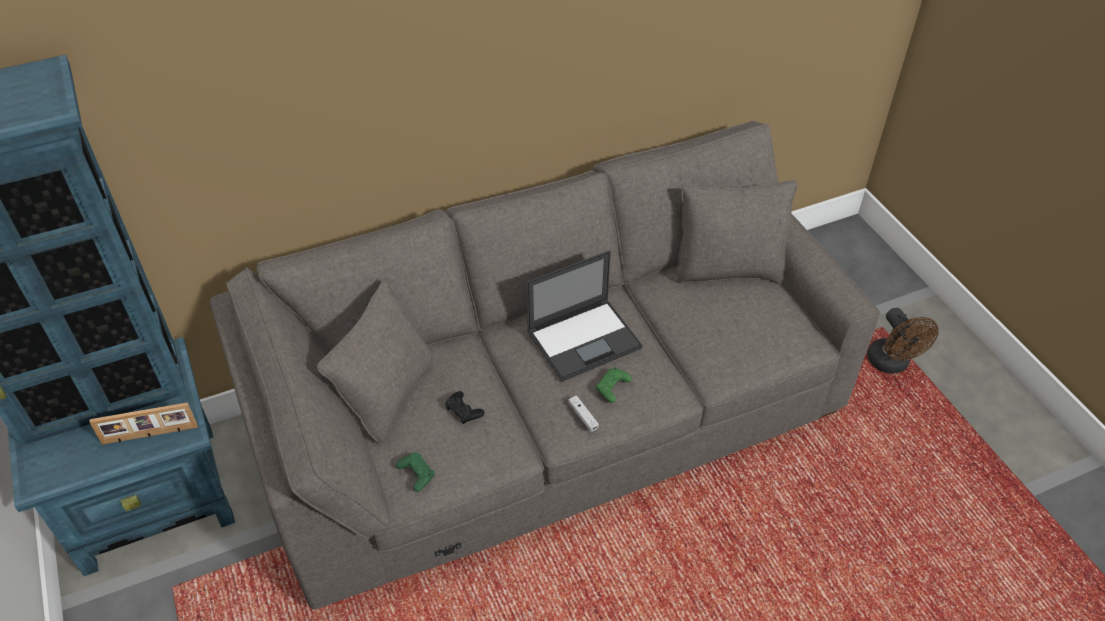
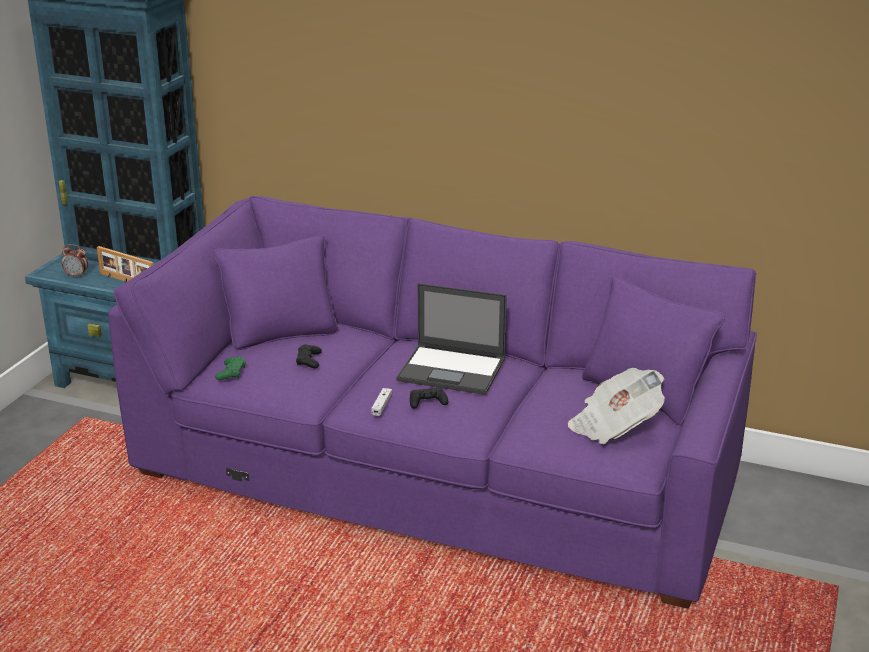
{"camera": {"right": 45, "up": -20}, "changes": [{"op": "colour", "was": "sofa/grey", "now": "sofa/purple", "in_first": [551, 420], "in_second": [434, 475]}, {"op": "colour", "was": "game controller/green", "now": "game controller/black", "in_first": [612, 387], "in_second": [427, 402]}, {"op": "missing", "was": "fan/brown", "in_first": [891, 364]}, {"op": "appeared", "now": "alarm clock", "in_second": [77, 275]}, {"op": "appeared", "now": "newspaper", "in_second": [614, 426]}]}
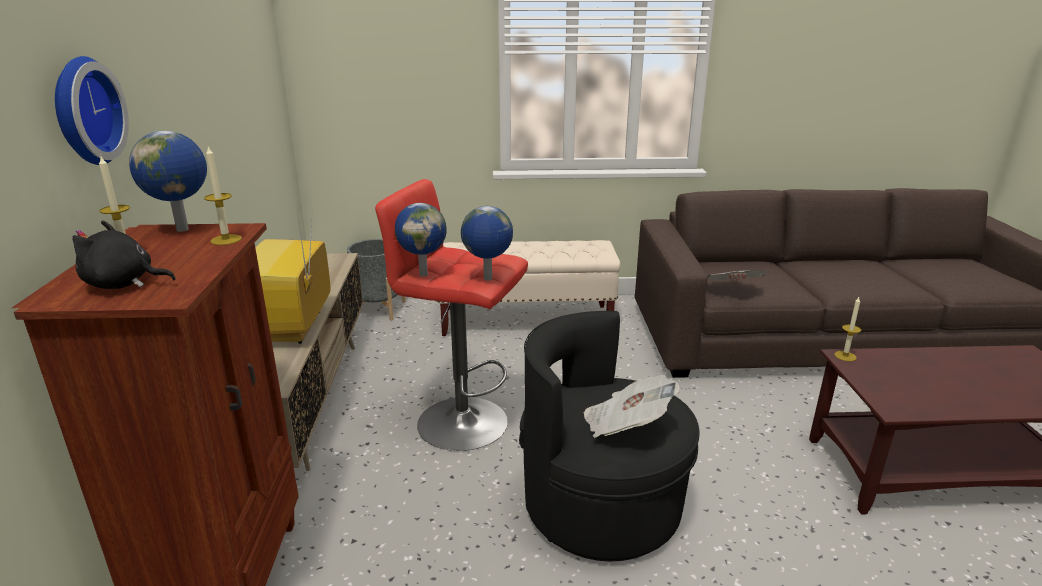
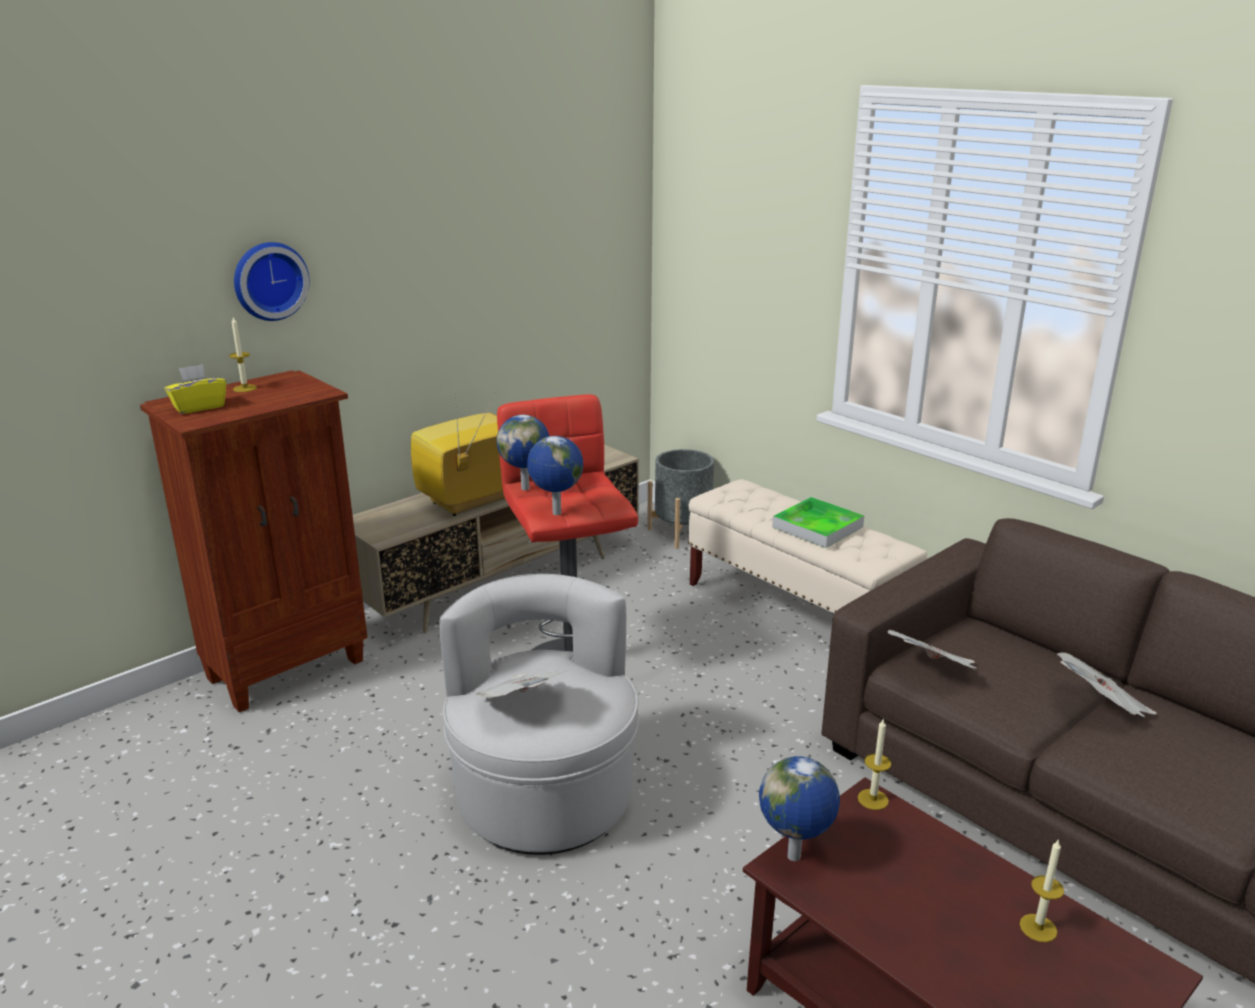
{"camera": {"right": 50, "up": 0}, "changes": [{"op": "exchanged", "was": "plush toy/black", "now": "tissue box/yellow", "in_first": [123, 284], "in_second": [199, 407]}, {"op": "relocated", "was": "globe", "in_first": [184, 229], "in_second": [795, 857]}, {"op": "relocated", "was": "candle", "in_first": [226, 240], "in_second": [1038, 928]}, {"op": "colour", "was": "armchair/black", "now": "armchair/white", "in_first": [603, 508], "in_second": [545, 798]}, {"op": "appeared", "now": "tray", "in_second": [817, 527]}, {"op": "appeared", "now": "newspaper", "in_second": [1102, 708]}]}
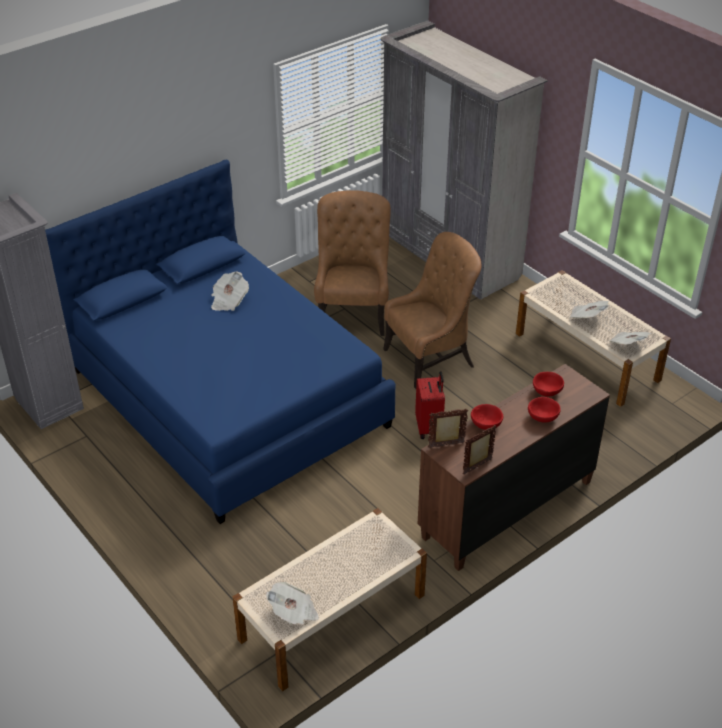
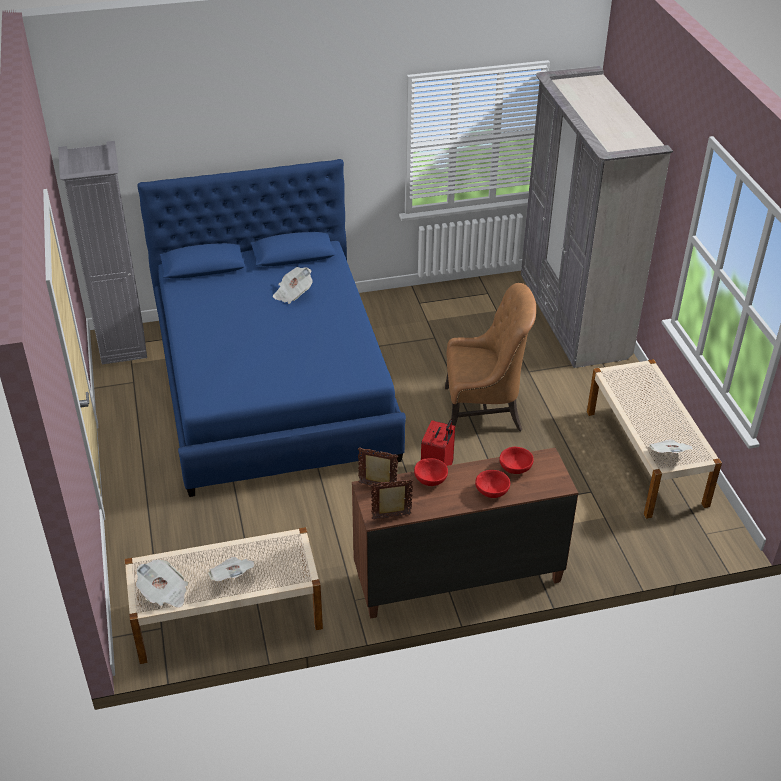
{"camera": {"right": 25, "up": 0}, "changes": [{"op": "missing", "was": "chair/brown", "in_first": [353, 313]}, {"op": "relocated", "was": "newspaper", "in_first": [587, 317], "in_second": [232, 576]}]}
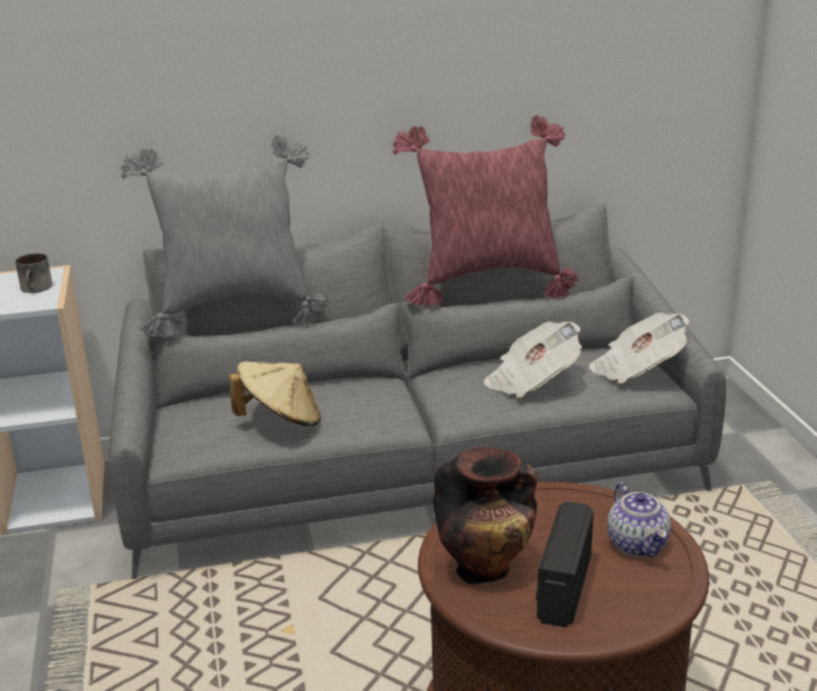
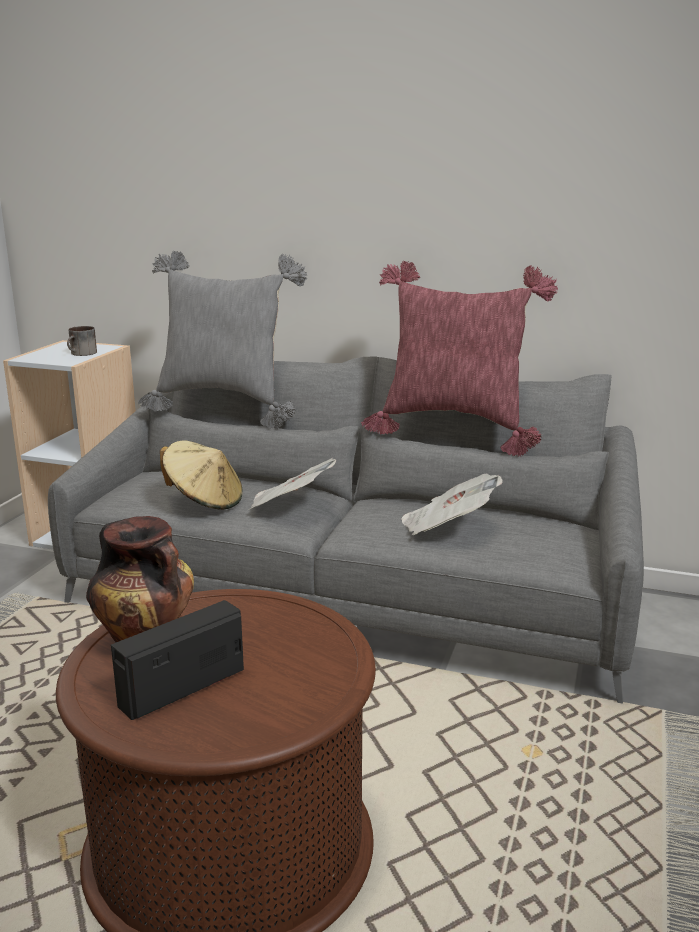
{"camera": {"right": 30, "up": -5}, "changes": [{"op": "relocated", "was": "newspaper", "in_first": [637, 370], "in_second": [291, 506]}, {"op": "missing", "was": "teapot", "in_first": [638, 545]}]}
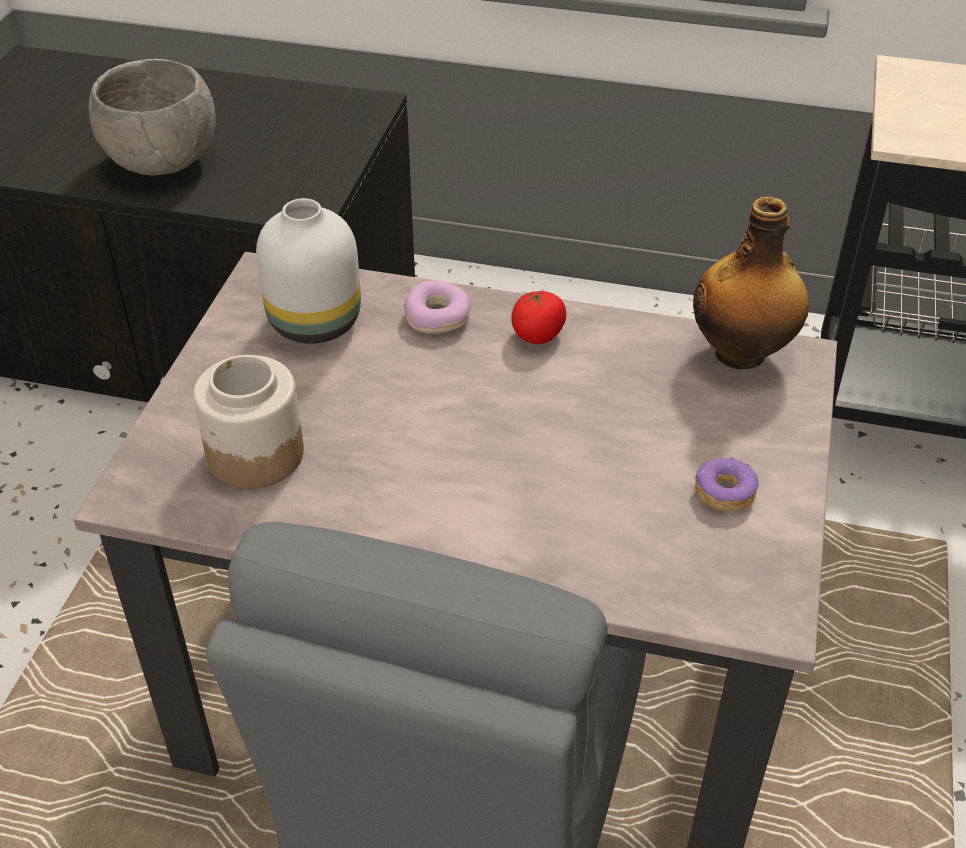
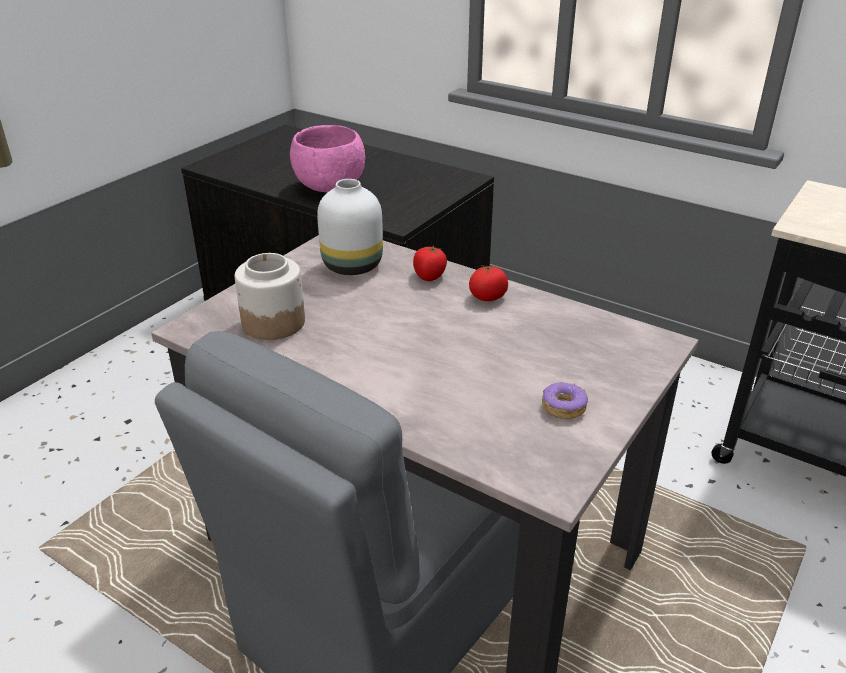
{"camera": {"right": 20, "up": -10}, "changes": [{"op": "colour", "was": "bowl/grey", "now": "bowl/pink", "in_first": [160, 162], "in_second": [328, 187]}, {"op": "exchanged", "was": "donut", "now": "tomato", "in_first": [437, 317], "in_second": [429, 276]}, {"op": "missing", "was": "bottle", "in_first": [742, 353]}]}
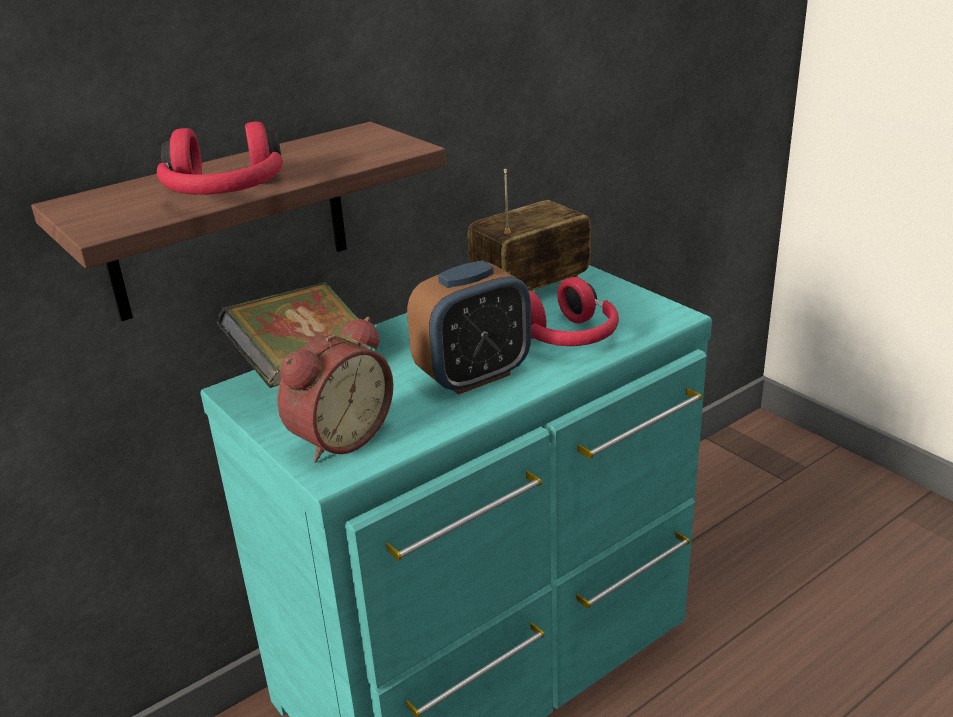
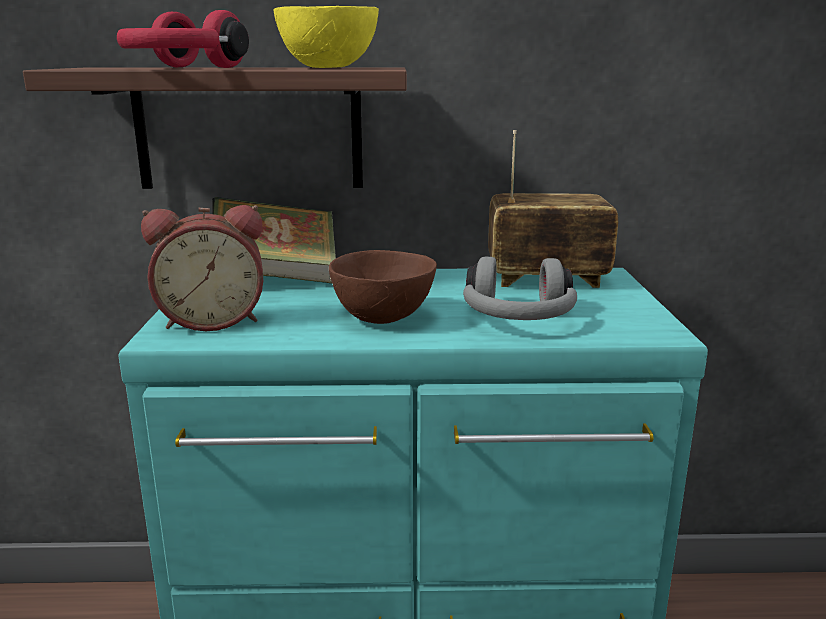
{"camera": {"right": 35, "up": -10}, "changes": [{"op": "exchanged", "was": "alarm clock", "now": "bowl/brown", "in_first": [473, 376], "in_second": [385, 318]}, {"op": "colour", "was": "headphones/red", "now": "headphones/grey", "in_first": [568, 338], "in_second": [518, 319]}, {"op": "appeared", "now": "bowl/yellow", "in_second": [330, 67]}]}
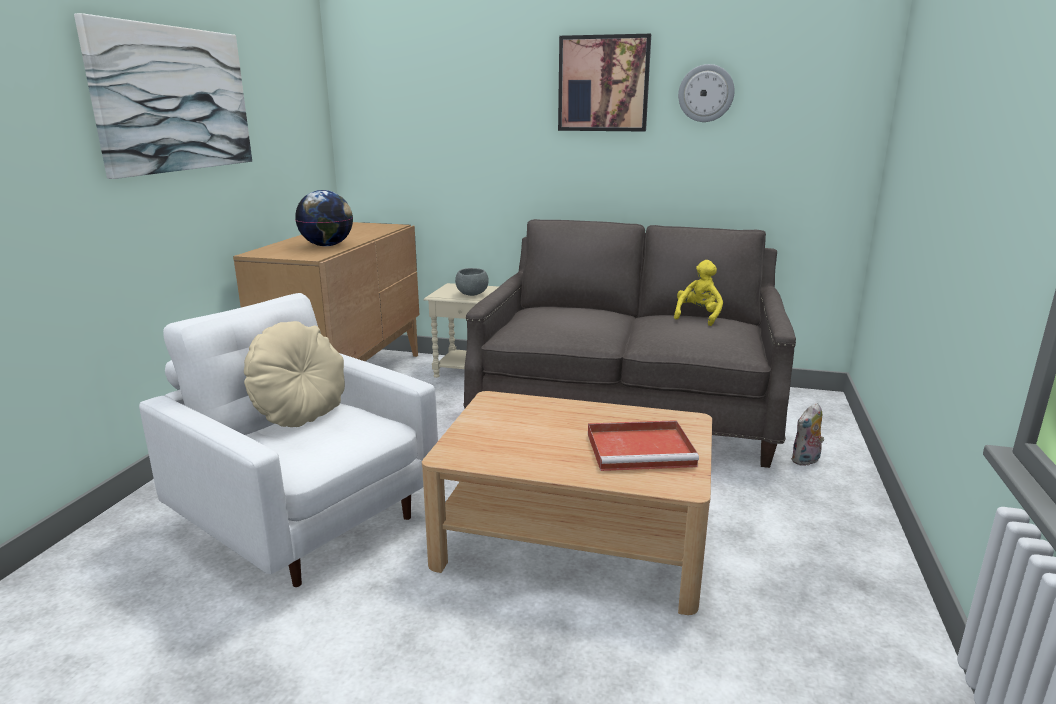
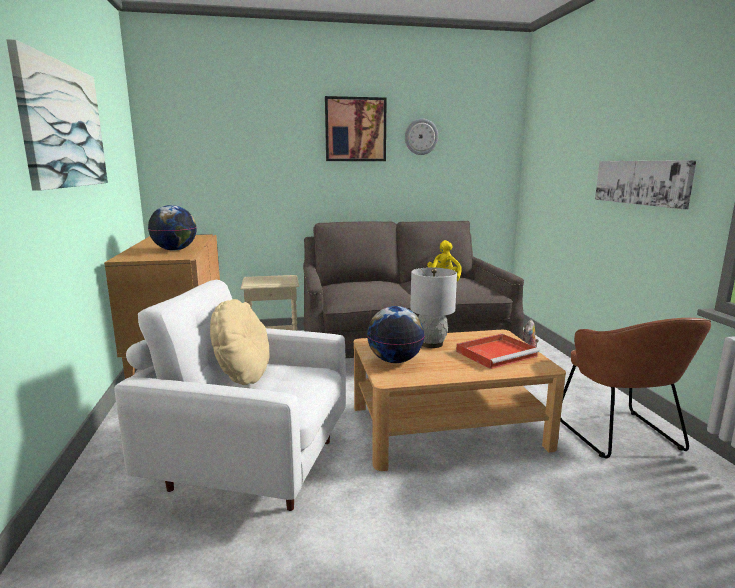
{"camera": {"right": -25, "up": -5}, "changes": [{"op": "missing", "was": "bowl/grey", "in_first": [471, 294]}, {"op": "appeared", "now": "globe", "in_second": [395, 360]}, {"op": "appeared", "now": "table lamp/white", "in_second": [431, 344]}, {"op": "appeared", "now": "armchair/brown", "in_second": [621, 437]}, {"op": "appeared", "now": "picture", "in_second": [641, 182]}]}
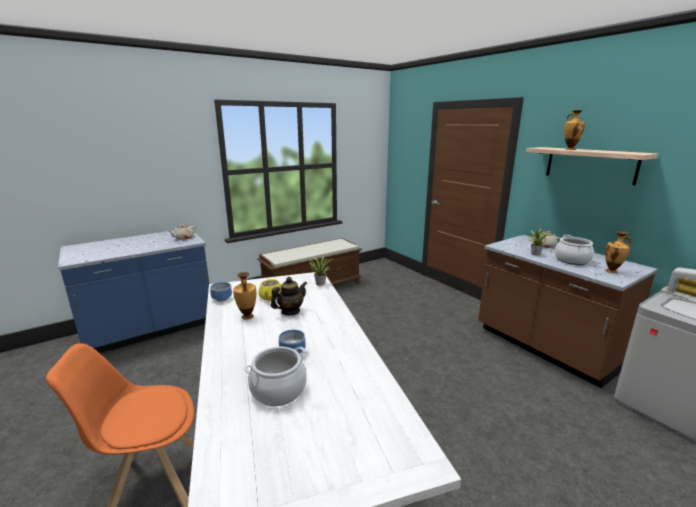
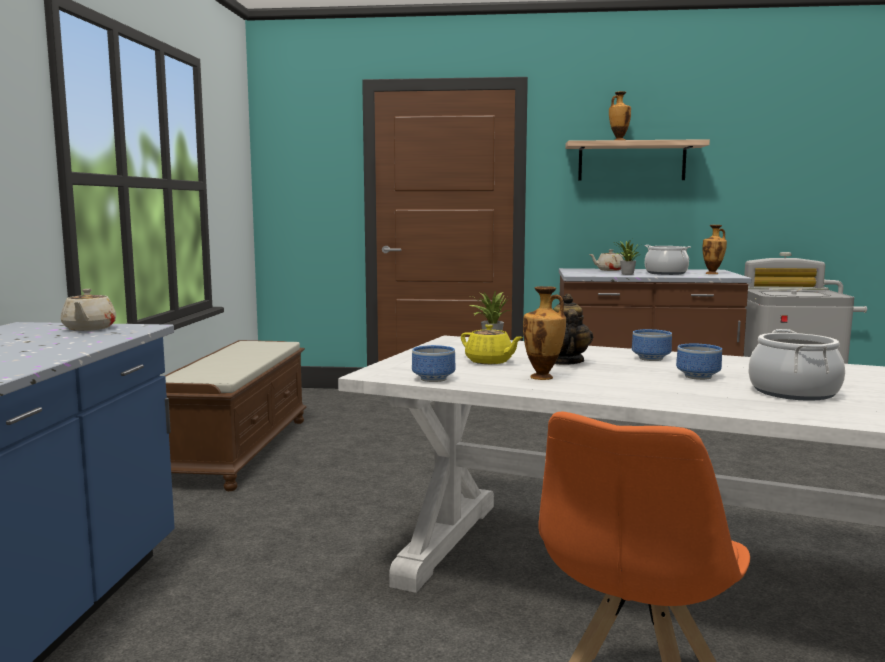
{"camera": {"right": -50, "up": -10}, "changes": [{"op": "appeared", "now": "bowl", "in_second": [650, 358]}]}
